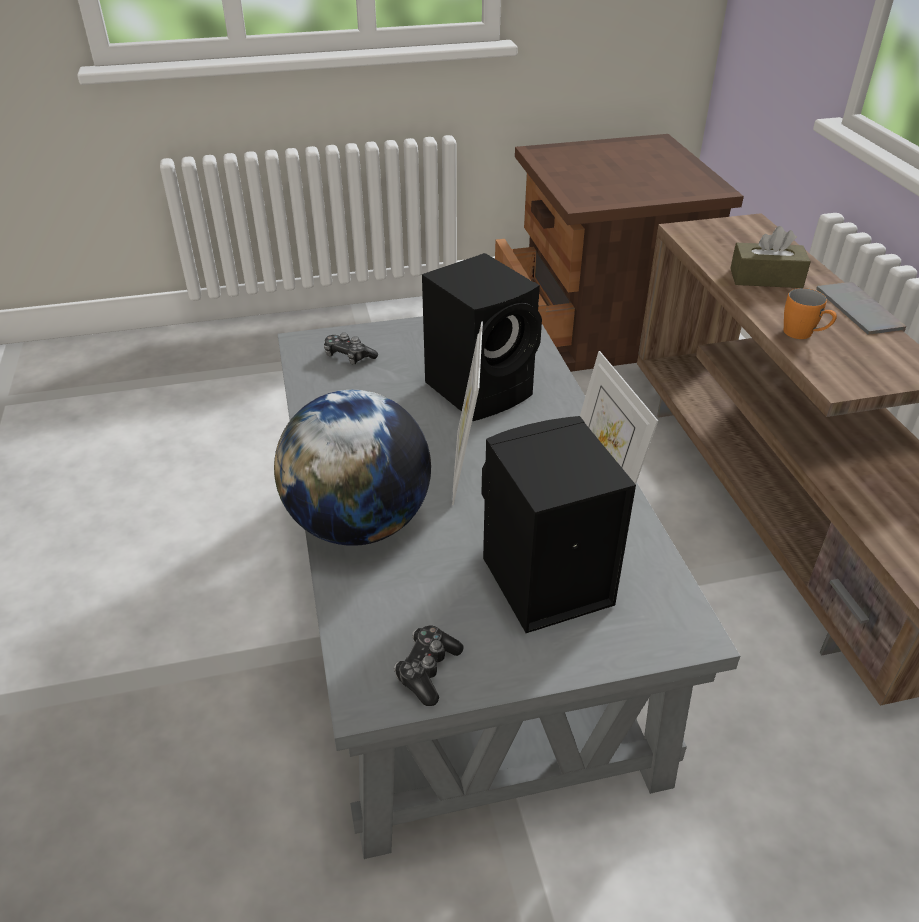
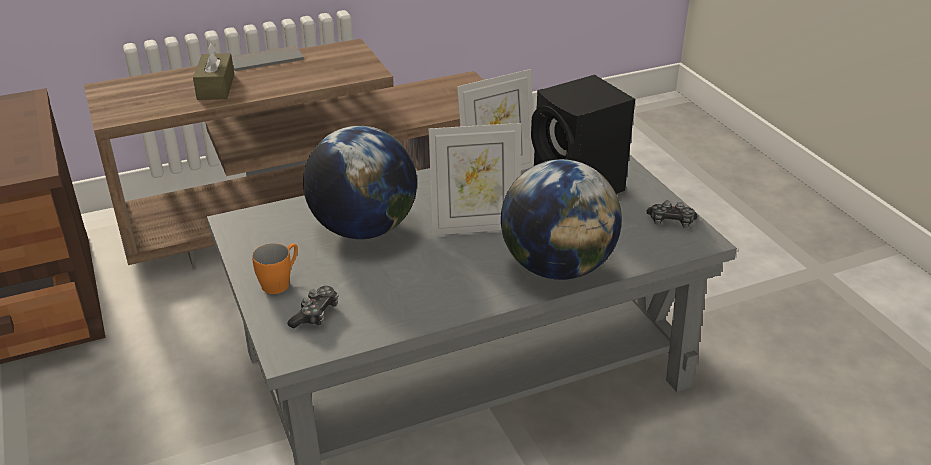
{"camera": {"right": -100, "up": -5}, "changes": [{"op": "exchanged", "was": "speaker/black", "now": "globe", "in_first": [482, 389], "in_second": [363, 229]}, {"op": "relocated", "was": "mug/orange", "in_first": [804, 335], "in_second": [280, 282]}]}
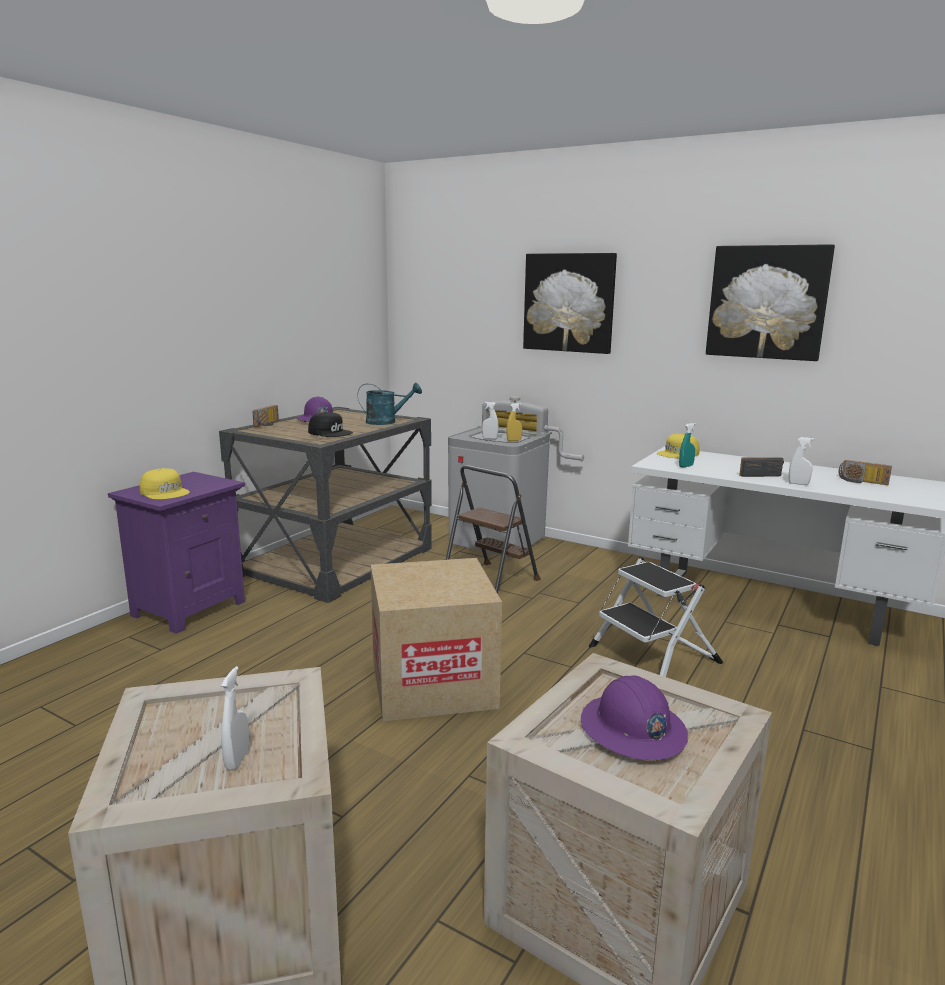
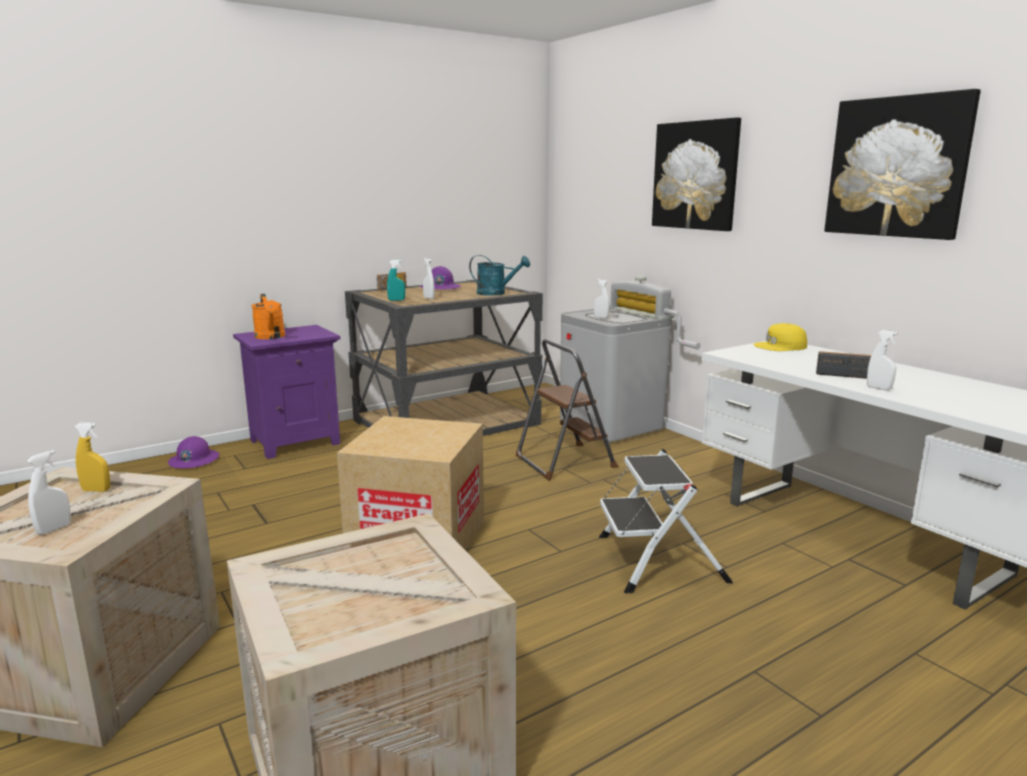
{"camera": {"right": 25, "up": 0}, "changes": [{"op": "exchanged", "was": "cap/yellow", "now": "watering can/orange", "in_first": [165, 492], "in_second": [271, 337]}, {"op": "exchanged", "was": "cap/black", "now": "spray bottle/white", "in_first": [330, 432], "in_second": [429, 298]}, {"op": "relocated", "was": "spray bottle/yellow", "in_first": [514, 440], "in_second": [96, 490]}, {"op": "relocated", "was": "hard hat/purple", "in_first": [632, 730], "in_second": [194, 460]}, {"op": "relocated", "was": "spray bottle/turquoise", "in_first": [686, 466], "in_second": [396, 300]}, {"op": "missing", "was": "radio", "in_first": [862, 482]}]}
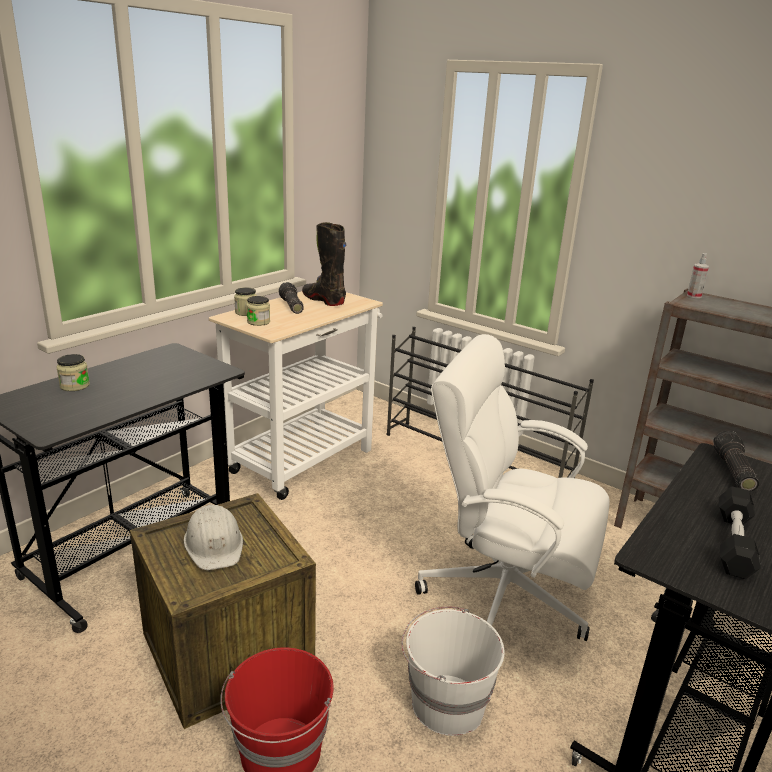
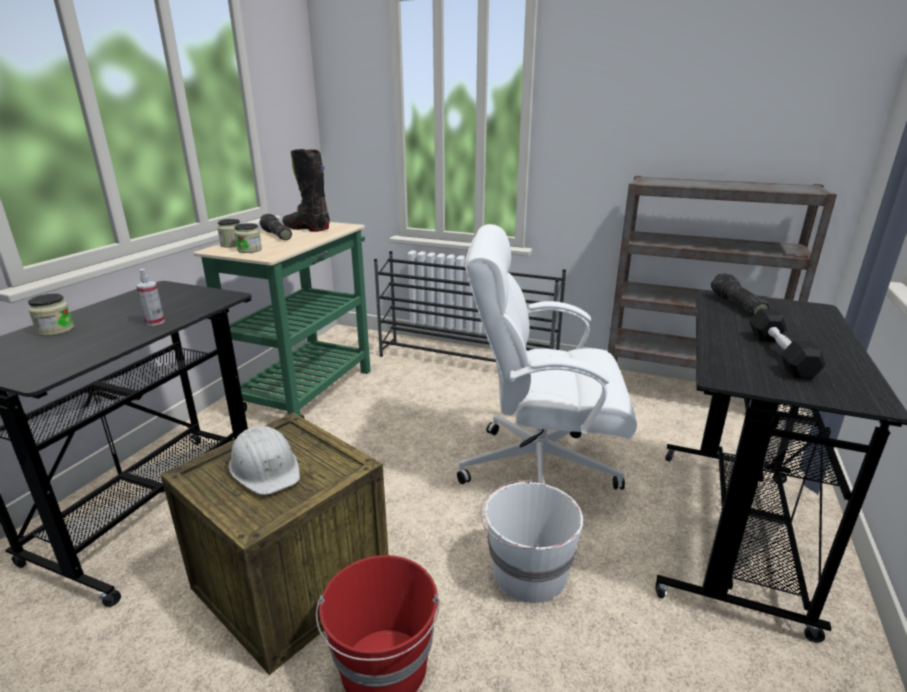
{"camera": {"right": -15, "up": 0}, "changes": [{"op": "colour", "was": "cart/white", "now": "cart/green", "in_first": [303, 461], "in_second": [308, 391]}, {"op": "relocated", "was": "spray bottle", "in_first": [694, 296], "in_second": [155, 322]}]}
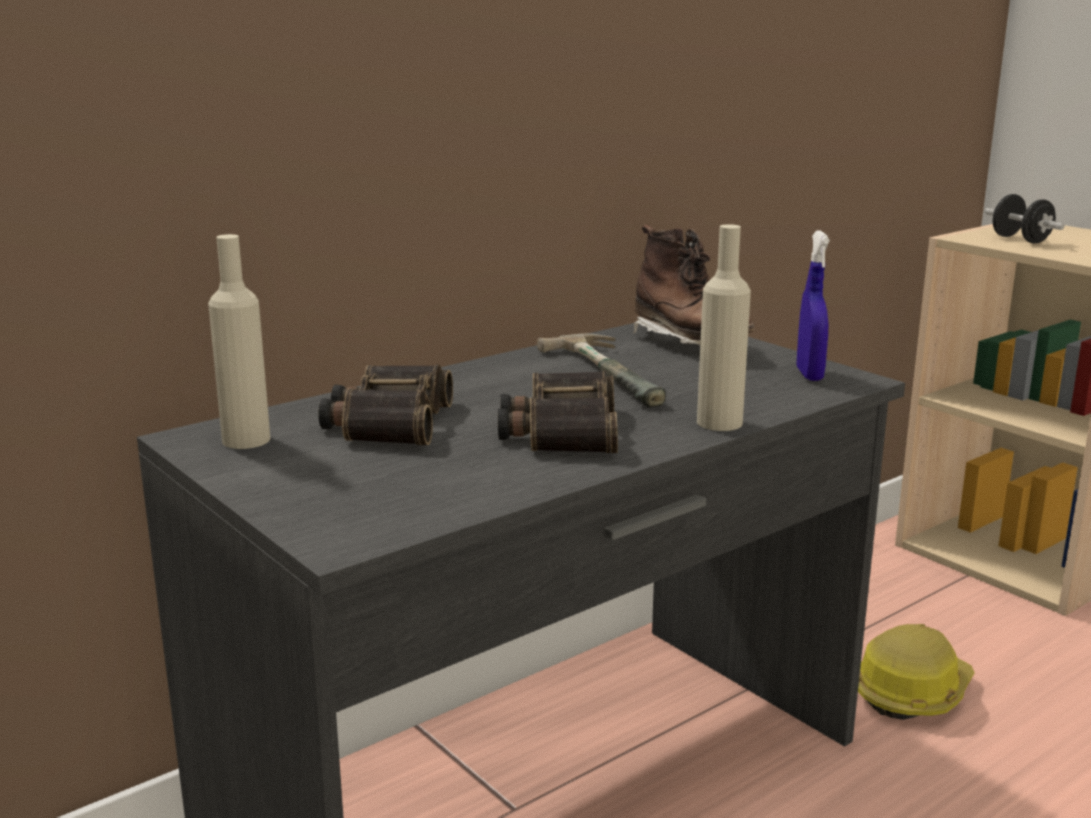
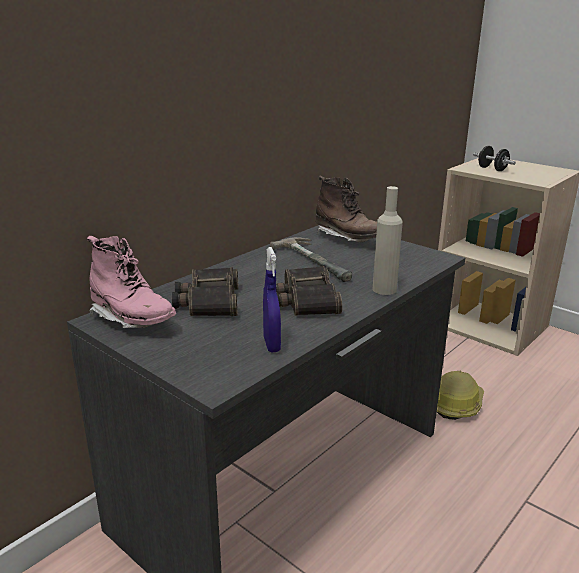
{"camera": {"right": -10, "up": 5}, "changes": [{"op": "exchanged", "was": "bottle/beige", "now": "boot/pink", "in_first": [246, 440], "in_second": [132, 319]}, {"op": "relocated", "was": "spray bottle/blue", "in_first": [809, 374], "in_second": [271, 344]}]}
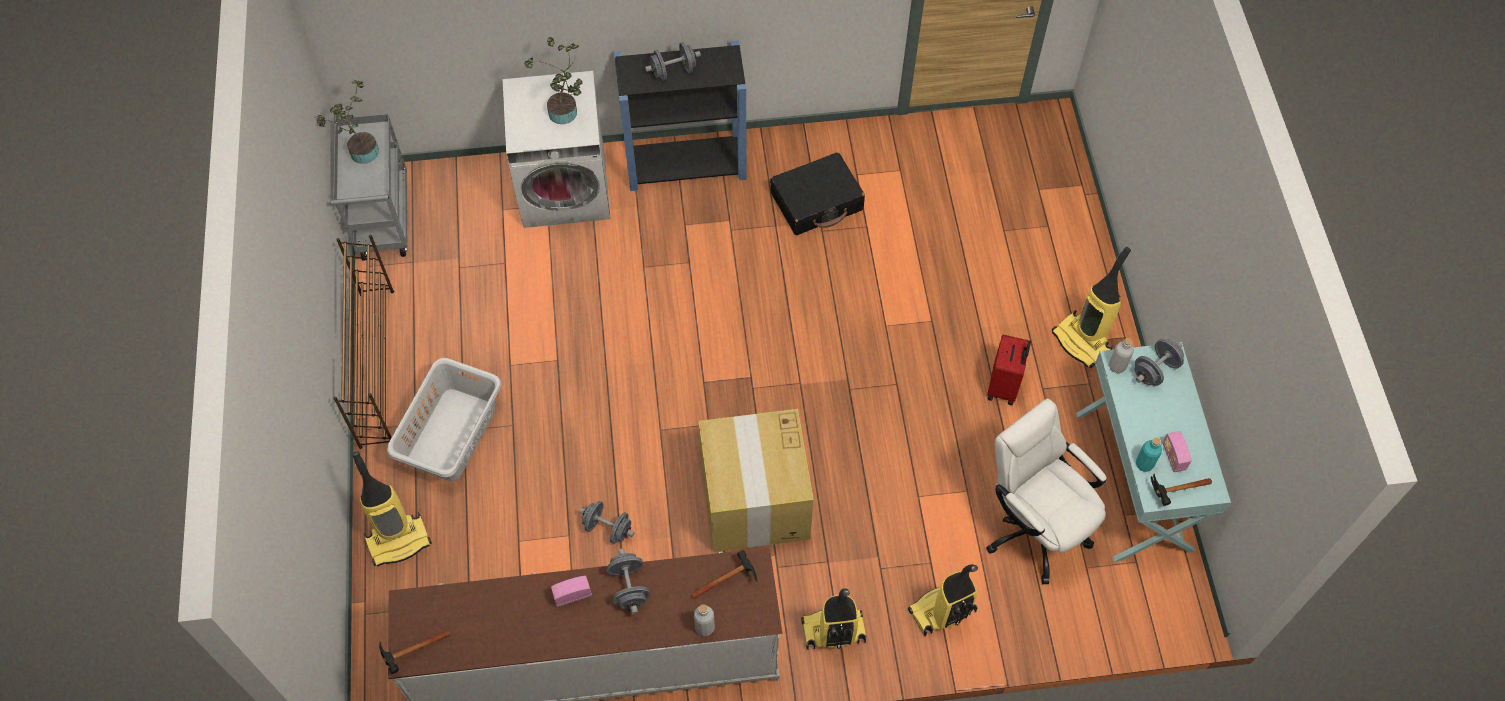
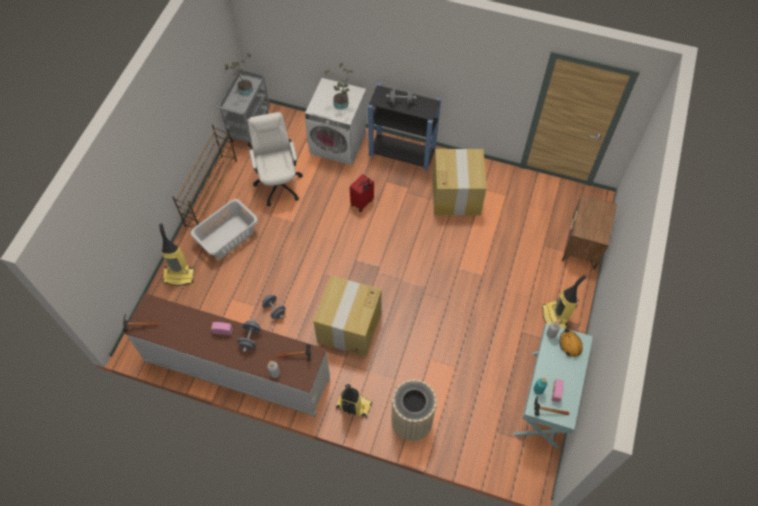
{"camera": {"right": 25, "up": 0}, "changes": [{"op": "exchanged", "was": "suitcase/black", "now": "cardboard box", "in_first": [817, 202], "in_second": [456, 195]}, {"op": "exchanged", "was": "vacuum cleaner", "now": "trash can/beige", "in_first": [942, 612], "in_second": [411, 420]}, {"op": "relocated", "was": "office chair/white", "in_first": [1032, 528], "in_second": [278, 184]}, {"op": "relocated", "was": "suitcase/red", "in_first": [1004, 386], "in_second": [362, 203]}, {"op": "exchanged", "was": "dumbbell/grey", "now": "hard hat/orange", "in_first": [1155, 370], "in_second": [570, 344]}, {"op": "appeared", "now": "nightstand/brown", "in_second": [582, 245]}]}
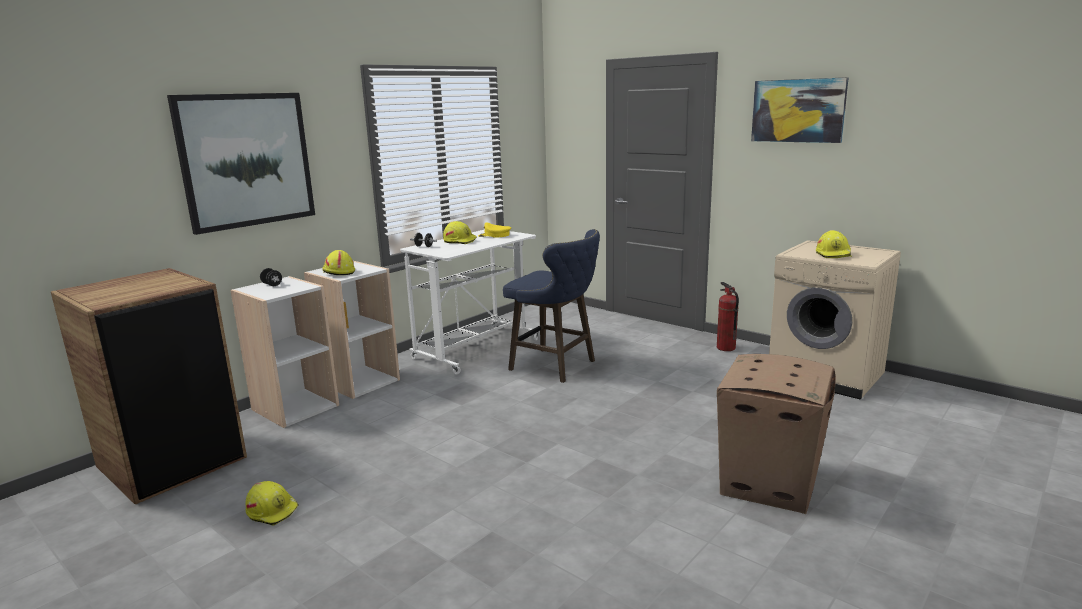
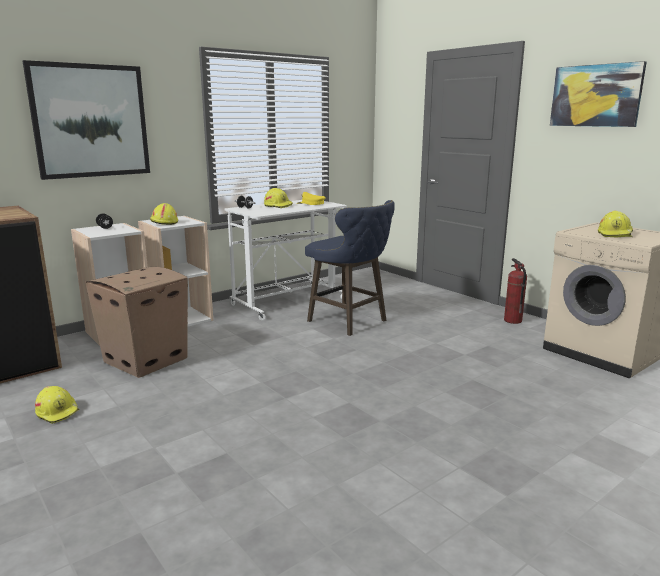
{"camera": {"right": 10, "up": 0}, "changes": [{"op": "relocated", "was": "cardboard box", "in_first": [769, 483], "in_second": [147, 360]}]}
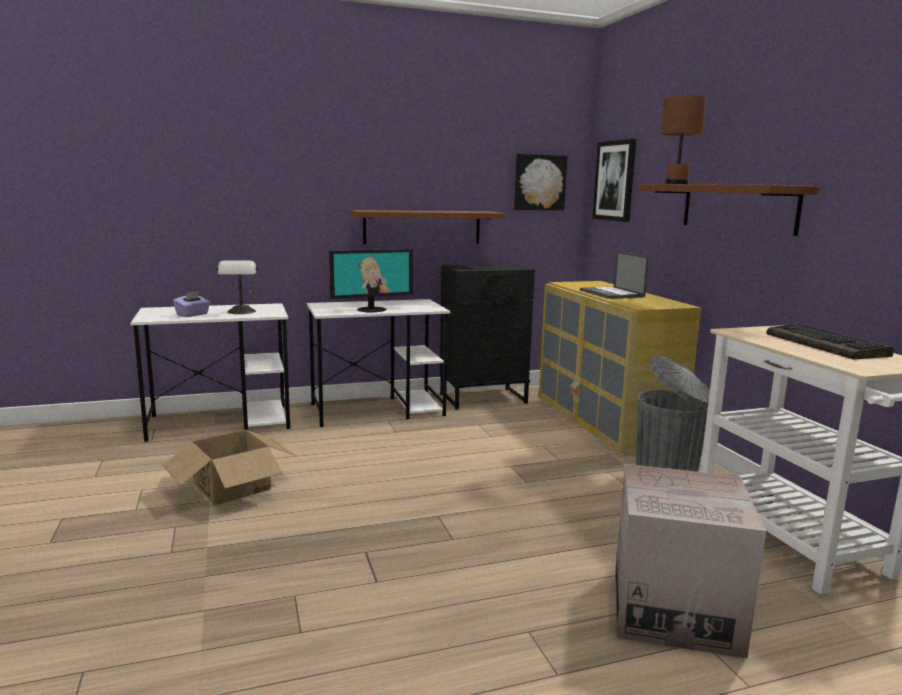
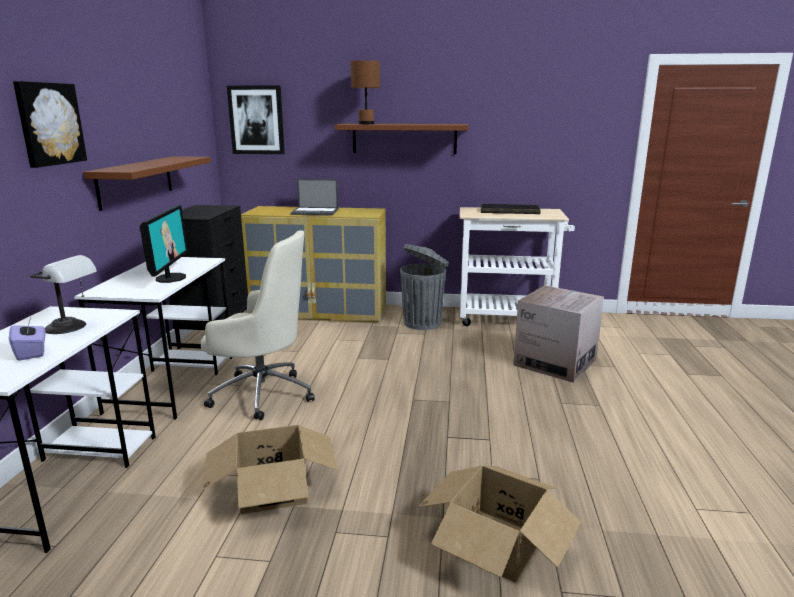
{"camera": {"right": -65, "up": 5}, "changes": [{"op": "relocated", "was": "picture", "in_first": [539, 182], "in_second": [49, 124]}, {"op": "appeared", "now": "office chair/beige", "in_second": [263, 395]}, {"op": "appeared", "now": "cardboard box", "in_second": [495, 543]}]}
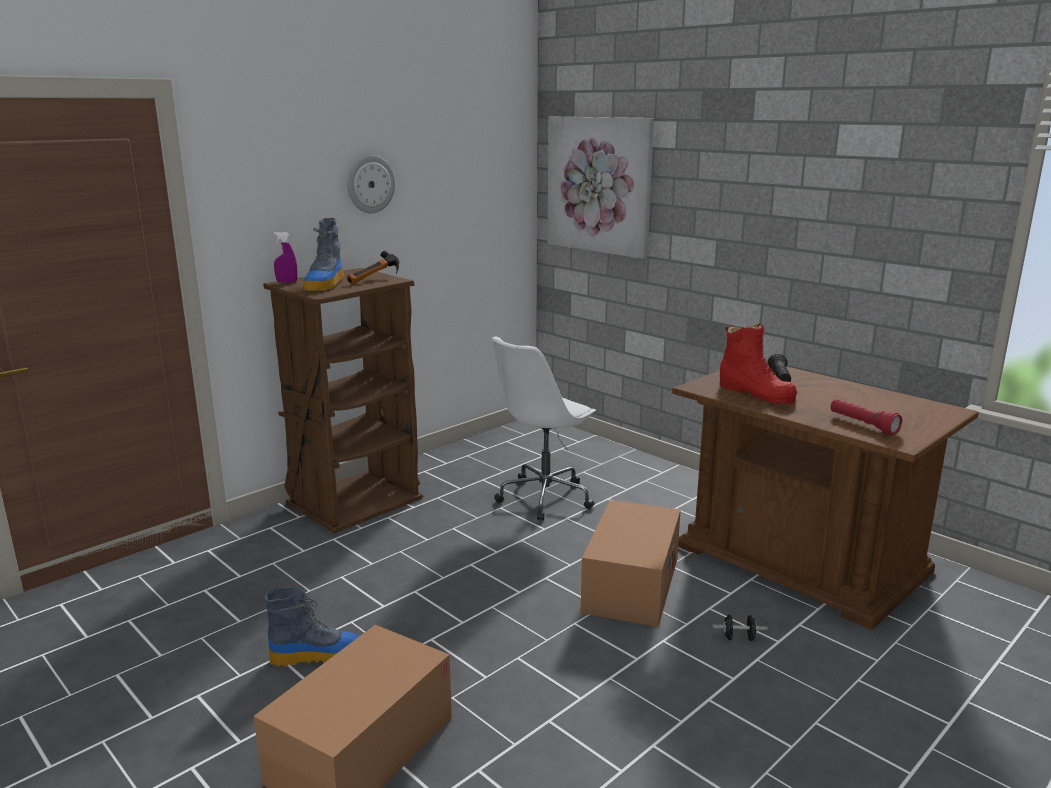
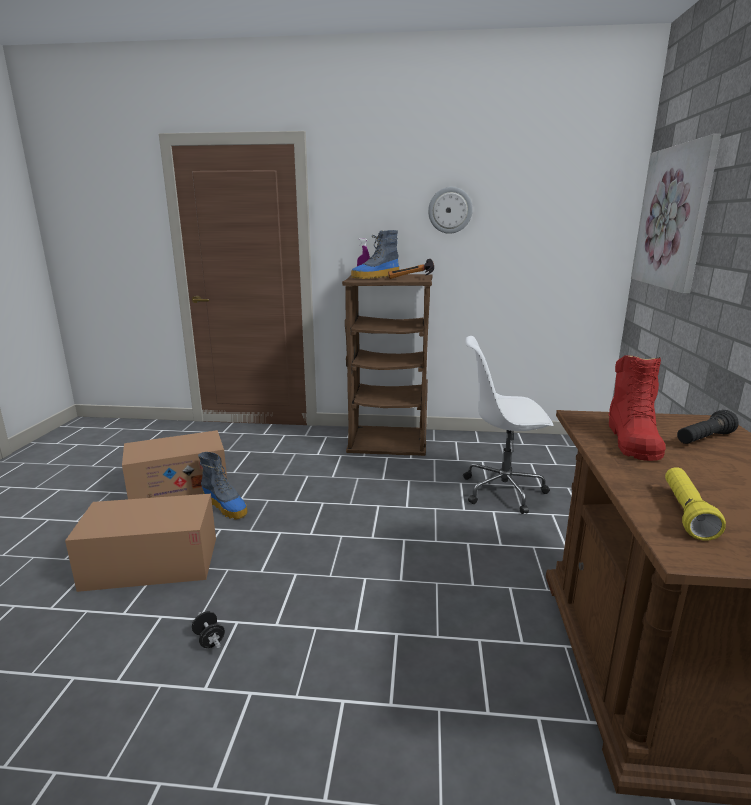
{"camera": {"right": 50, "up": 0}, "changes": [{"op": "relocated", "was": "cardboard box", "in_first": [631, 585], "in_second": [178, 485]}, {"op": "relocated", "was": "dumbbell/black", "in_first": [739, 638], "in_second": [209, 639]}, {"op": "colour", "was": "flashlight/red", "now": "flashlight/yellow", "in_first": [862, 425], "in_second": [686, 513]}]}
